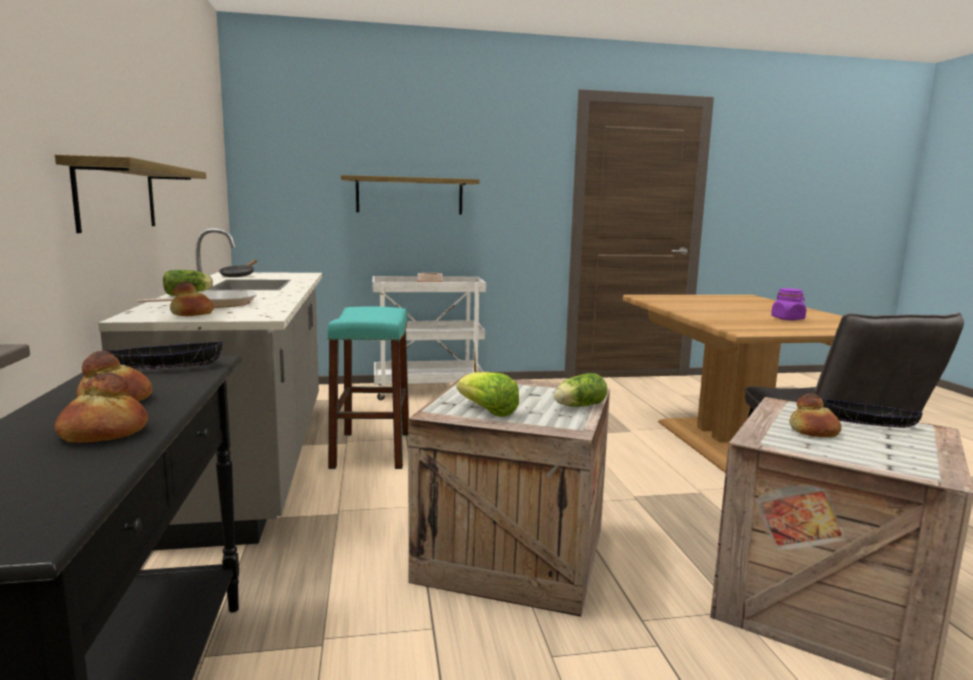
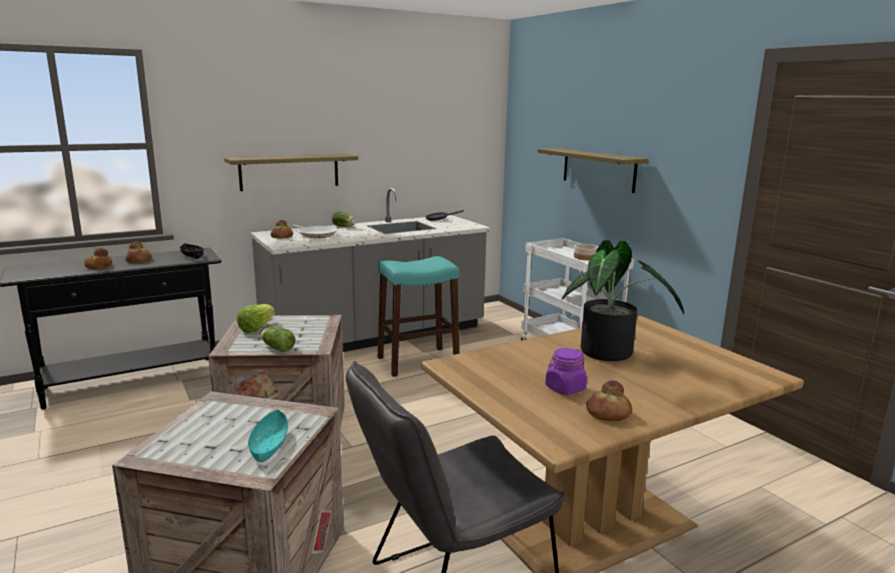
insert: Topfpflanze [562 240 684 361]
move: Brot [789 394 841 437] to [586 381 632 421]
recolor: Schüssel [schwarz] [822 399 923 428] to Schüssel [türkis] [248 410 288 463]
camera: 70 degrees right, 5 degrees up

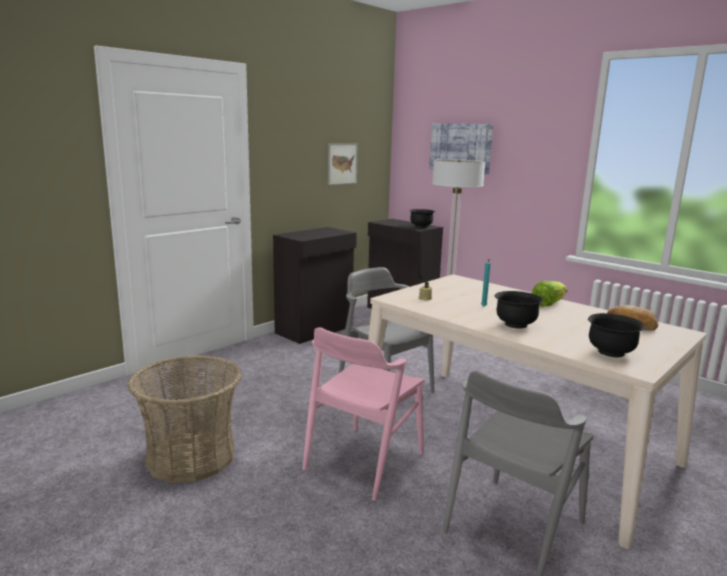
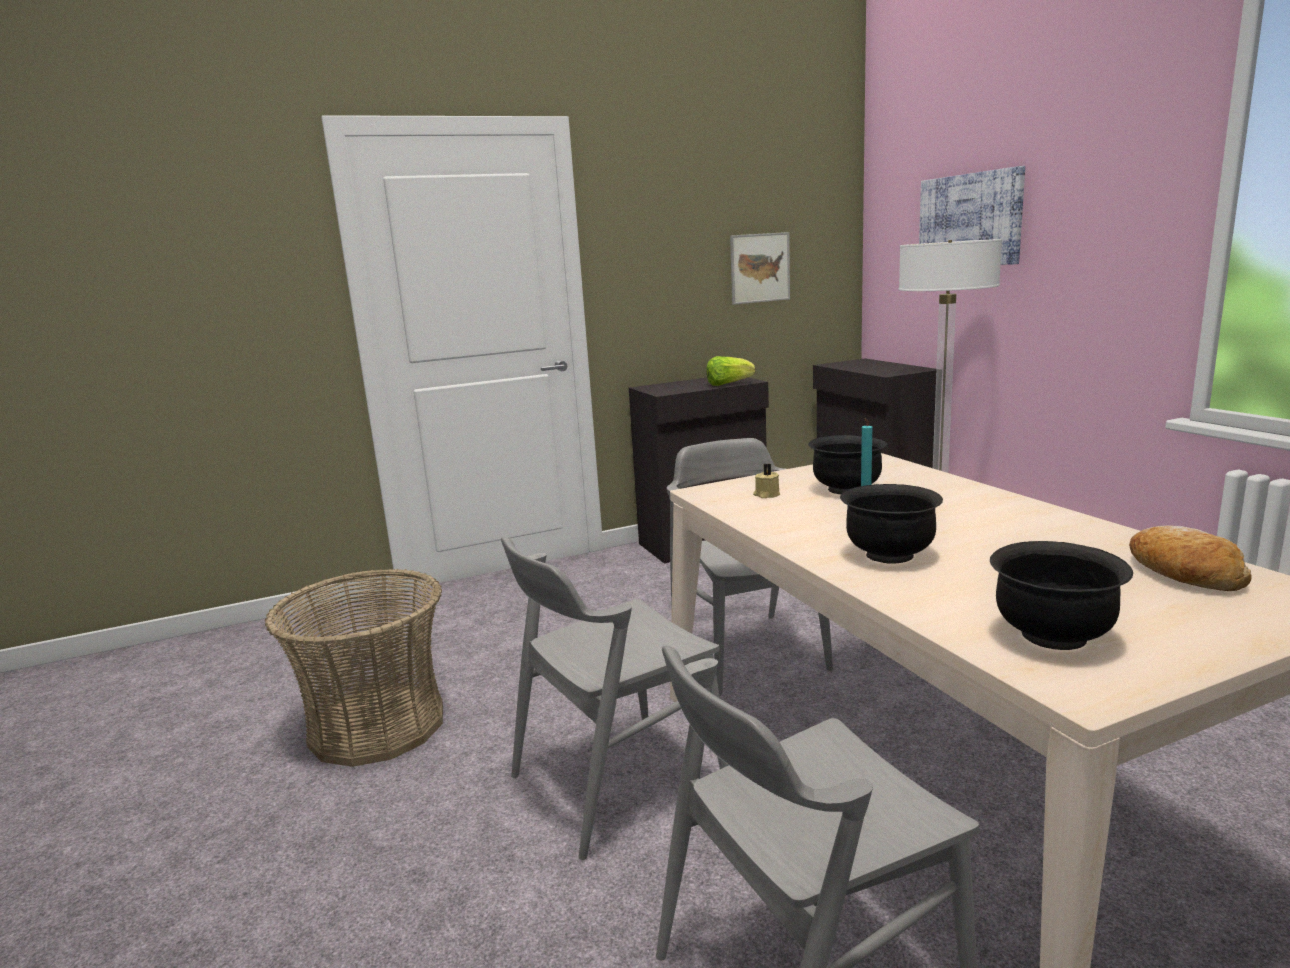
move: Schüssel [schwarz] [409 209 435 228] to [808 435 887 494]; Salatkopf [532 281 567 306] to [706 356 755 386]
recolor: Stuhl [rosa] [302 327 425 501] to Stuhl [grau] [501 536 729 860]
camera: 25 degrees right, 0 degrees up

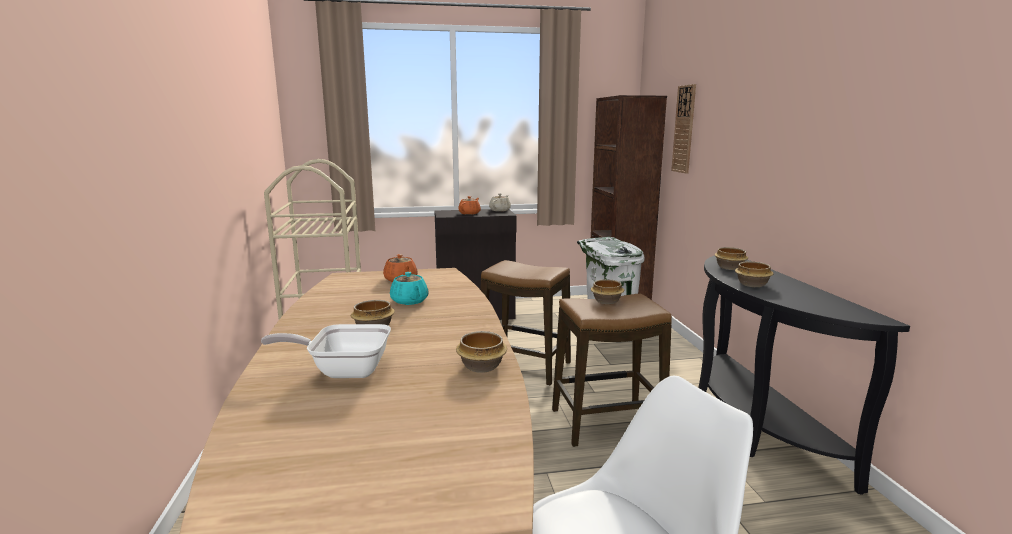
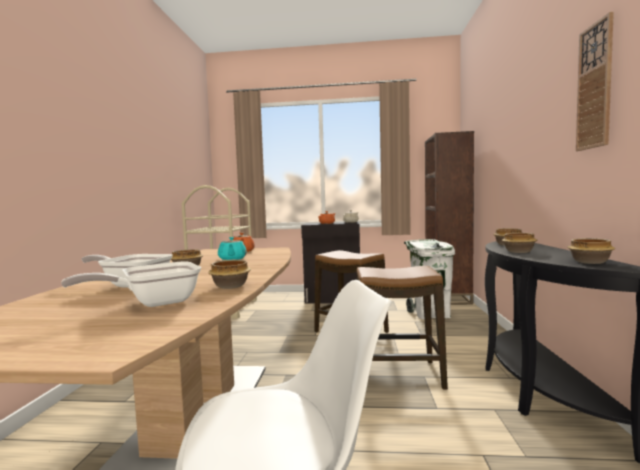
insert: Pfanne [61 262 201 307]
move: Schüssel [591 279 624 304] to [567 238 615 264]; Wanduhr [671 84 696 174] to [576 12 614 151]
camera: 15 degrees right, 10 degrees down

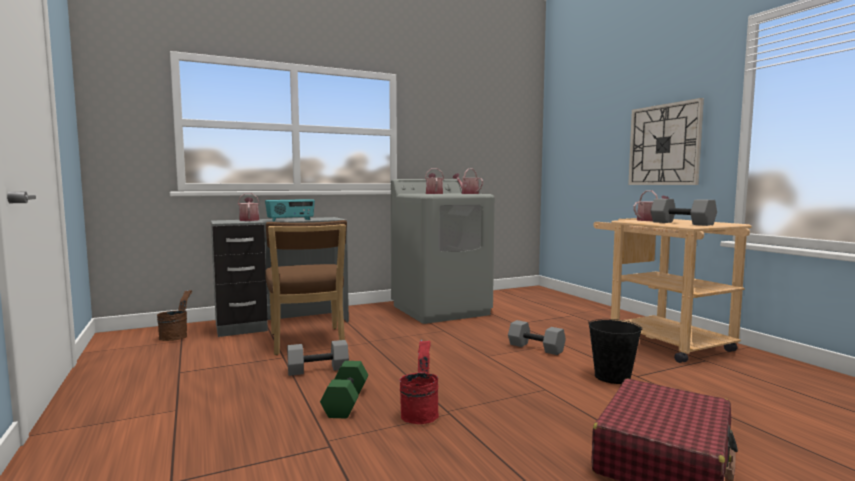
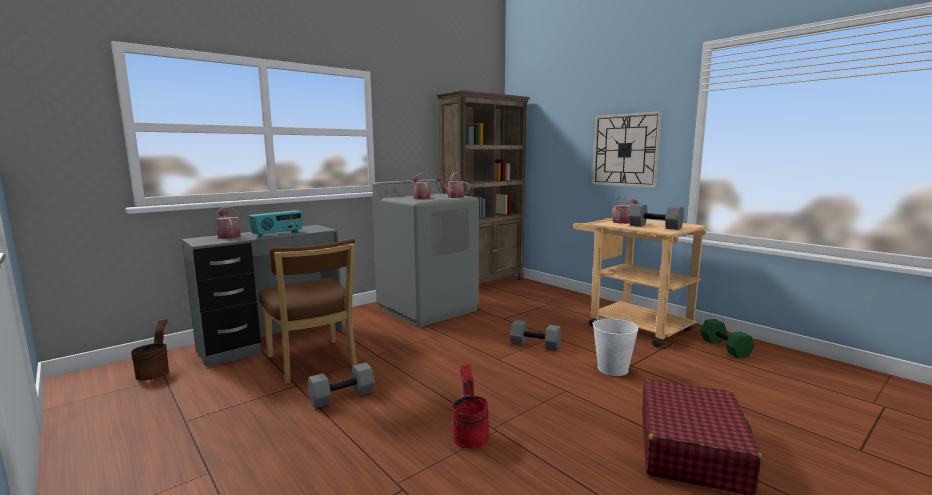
insert: Bücherregal [braun] [436 89 530 284]
move: Hantel [grün] [320 361 368 419] to [700 319 755 358]
recolor: Eimer [schwarz] [588 319 642 384] to Eimer [weiß] [592 318 639 376]
camera: 15 degrees left, 5 degrees up

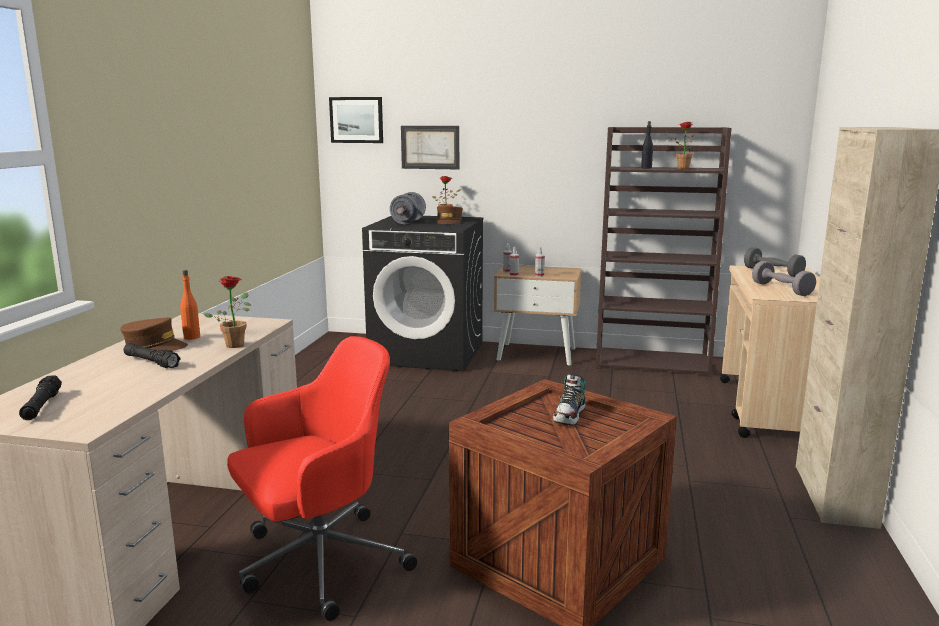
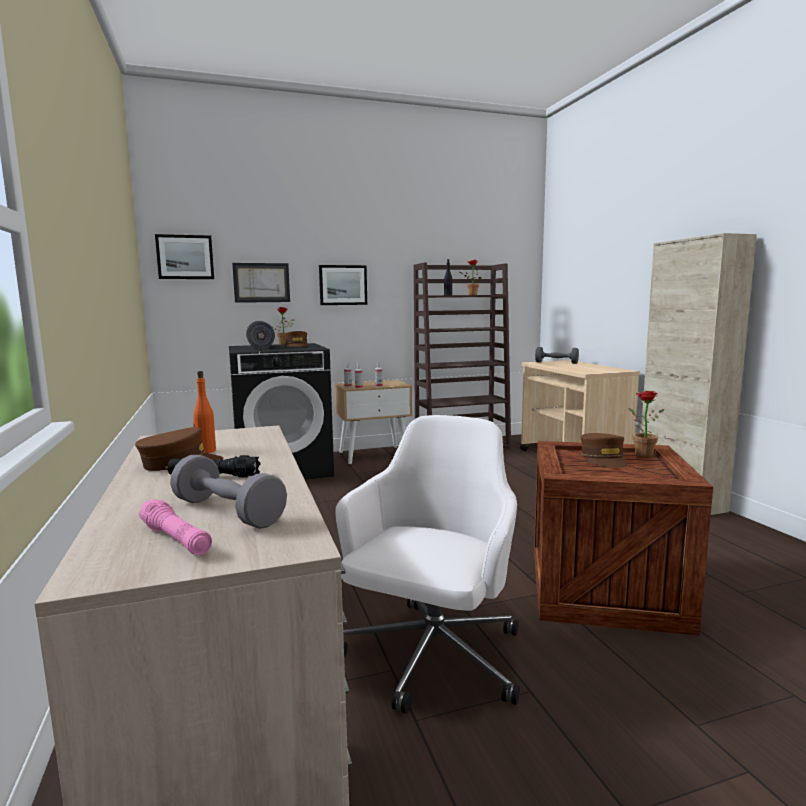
insert: Bild [319 265 367 305]
move: Topfpflanze [203 276 251 348] to [628 391 664 458]; Hantel [grau] [752 261 816 296] to [170 455 287 529]
replace: Schuh [553 374 585 426] to Kappe [braun] [581 433 627 468]
recolor: Taschenlampe [schwarz] [19 375 62 420] to Taschenlampe [rosa] [139 499 212 555]; Bürostuhl [rot] [227 336 417 621] to Bürostuhl [weiß] [335 415 520 714]
camera: 30 degrees left, 5 degrees down

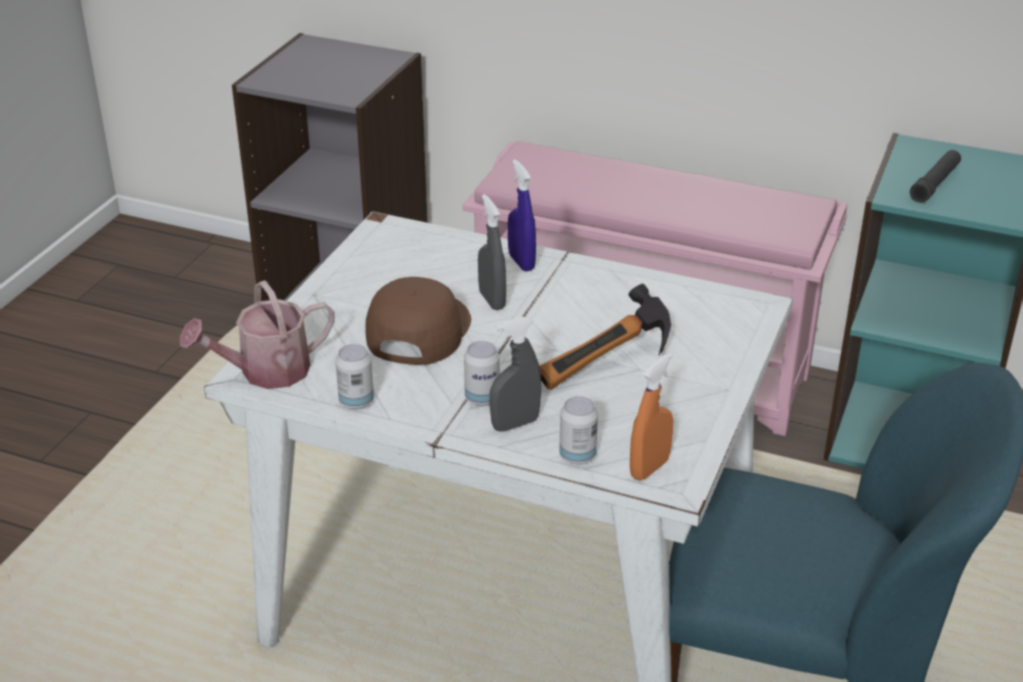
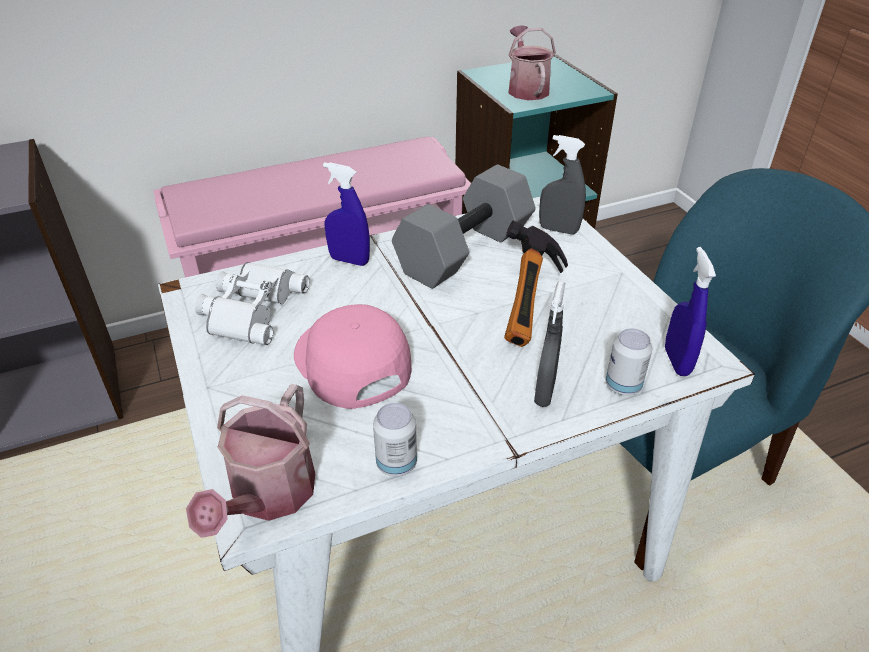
delete: Dose [464 341 500 406]
insert: Fernglas [weiß] [195 262 310 345]; Hantel [grau] [392 165 536 289]
move: Sprühflasche [grau] [478 194 506 310] to [539 135 586 235]
replace: Taschenlampe [schwarz] [910 150 961 203] to Gießkanne [508 25 556 100]
recolor: Kappe [braun] [365 277 471 365] to Kappe [rosa] [294 304 411 409]; Sprühflasche [orange] [630 352 673 481] to Sprühflasche [blau] [665 247 716 376]
camera: 45 degrees left, 5 degrees up

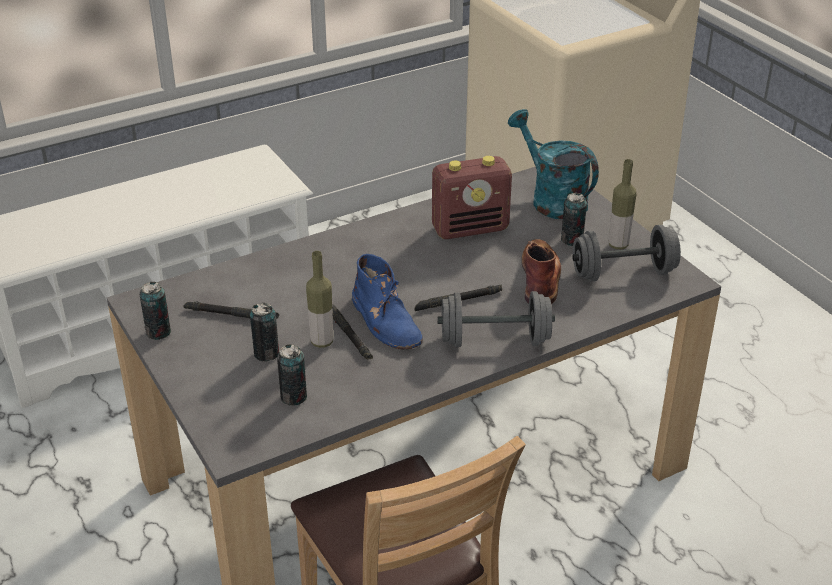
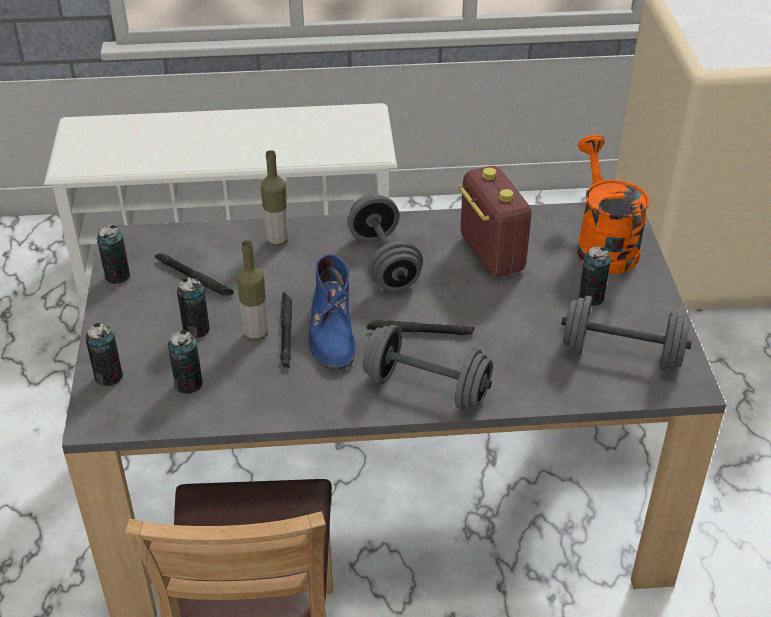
delete: Stiefel [braun] [521 239 561 304]
insert: Dose [86 323 123 386]; Hantel [grau] [347 194 423 291]
move: Flasche [609 159 636 249] to [261 150 288 246]
recolor: Gießkanne [türkis] [508 109 599 220] to Gießkanne [orange] [577 135 649 274]
rotate: Radio [432 156 512 239] = [458 166 532 277] 120 degrees counterclockwise
camera: 25 degrees right, 5 degrees up

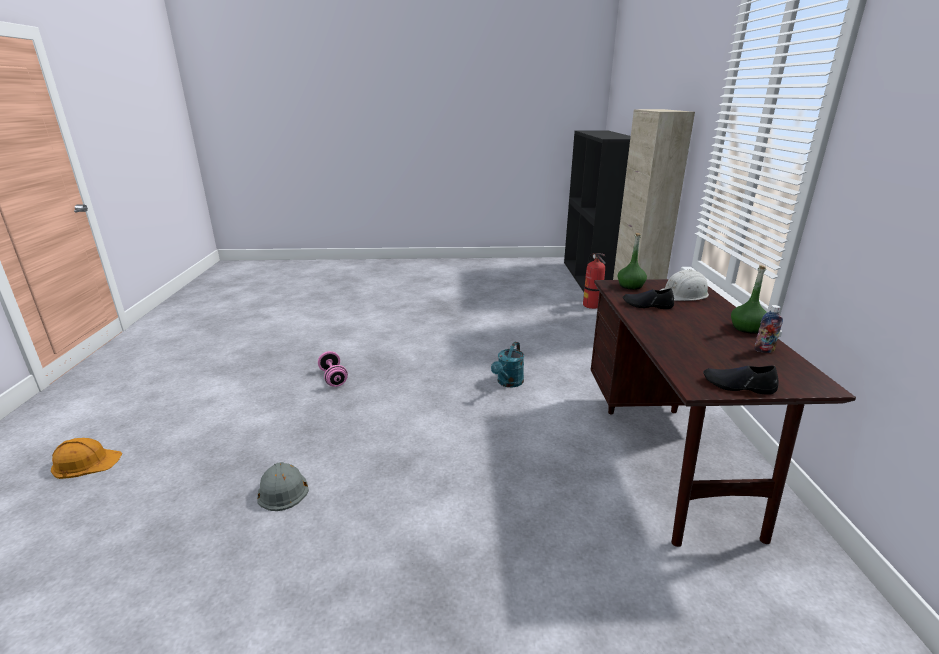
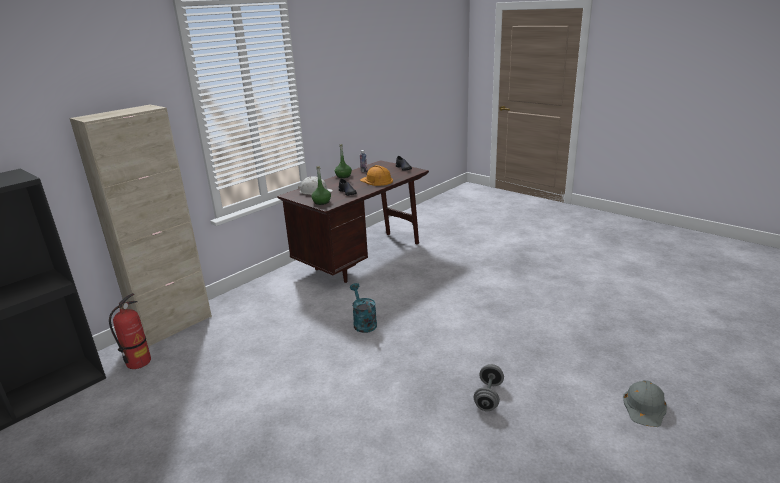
move: Schutzhelm [orange] [51 438 122 479] to [360 165 393 186]; Schutzhelm [grau] [257 462 309 511] to [623 380 667 427]
recolor: Hantel [rosa] [318 351 348 387] to Hantel [grau] [474 364 504 411]
rotate: Gießkanne [türkis] [491 342 524 387] = [350 283 377 333] 90 degrees counterclockwise
camera: 135 degrees left, 0 degrees up

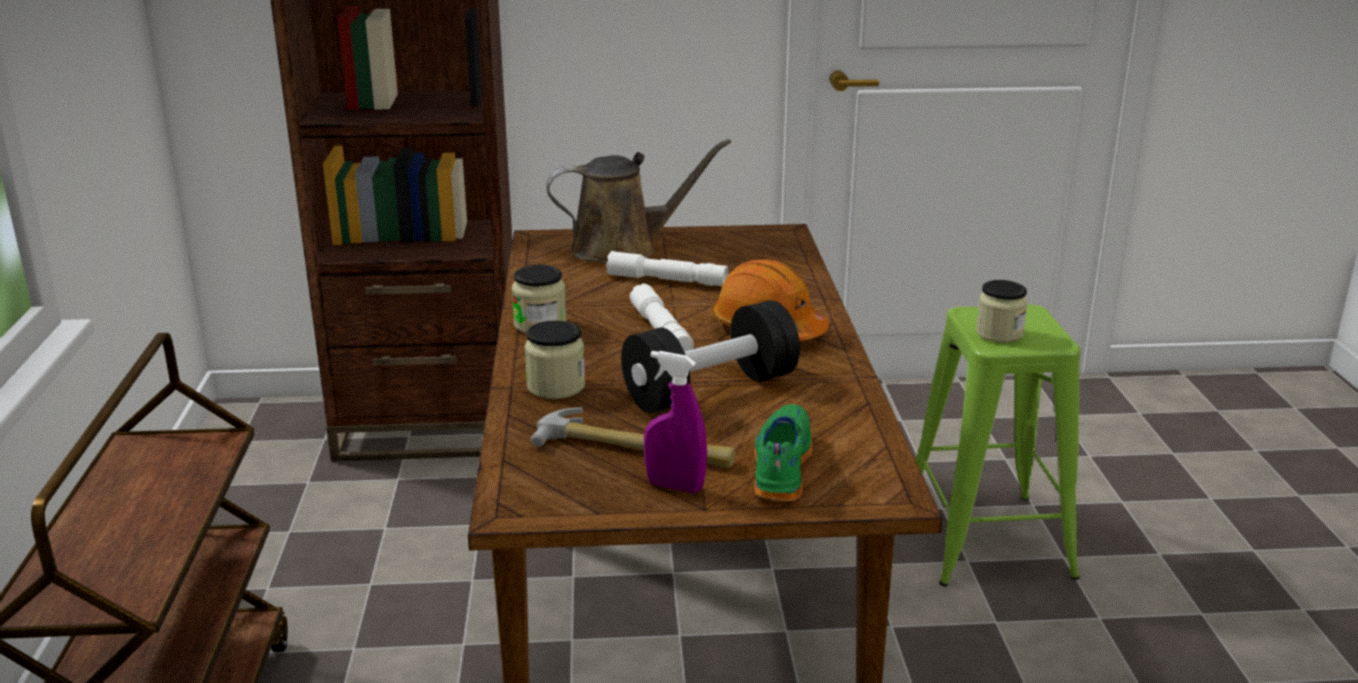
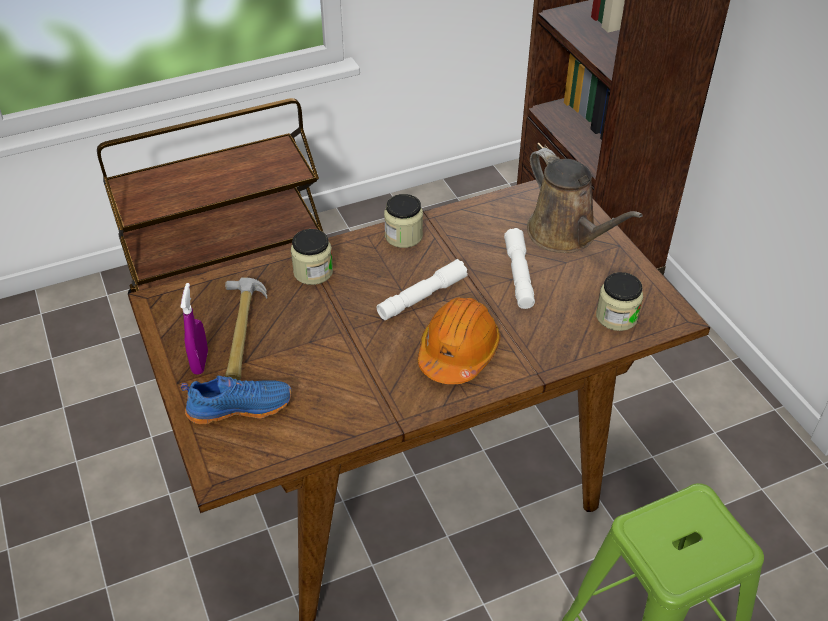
delete: Hantel [schwarz] [621 300 800 413]
move: Vorratsglas [976 280 1028 343] to [596 272 643 331]
recolor: Schuh [grün] [754 404 812 502] to Schuh [blau] [181 375 292 424]
camera: 70 degrees right, 20 degrees up

